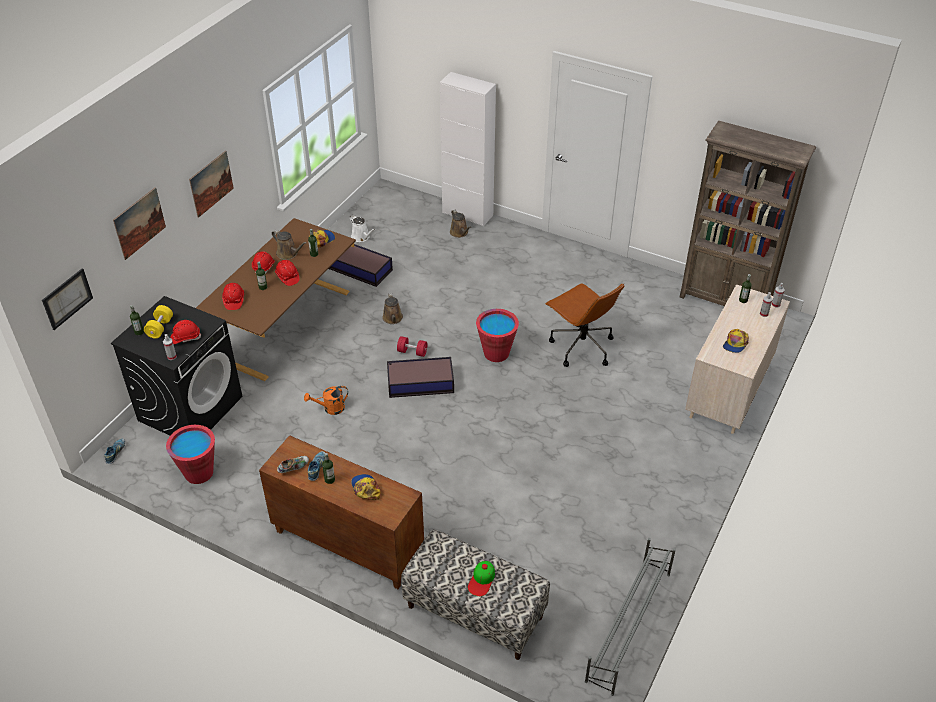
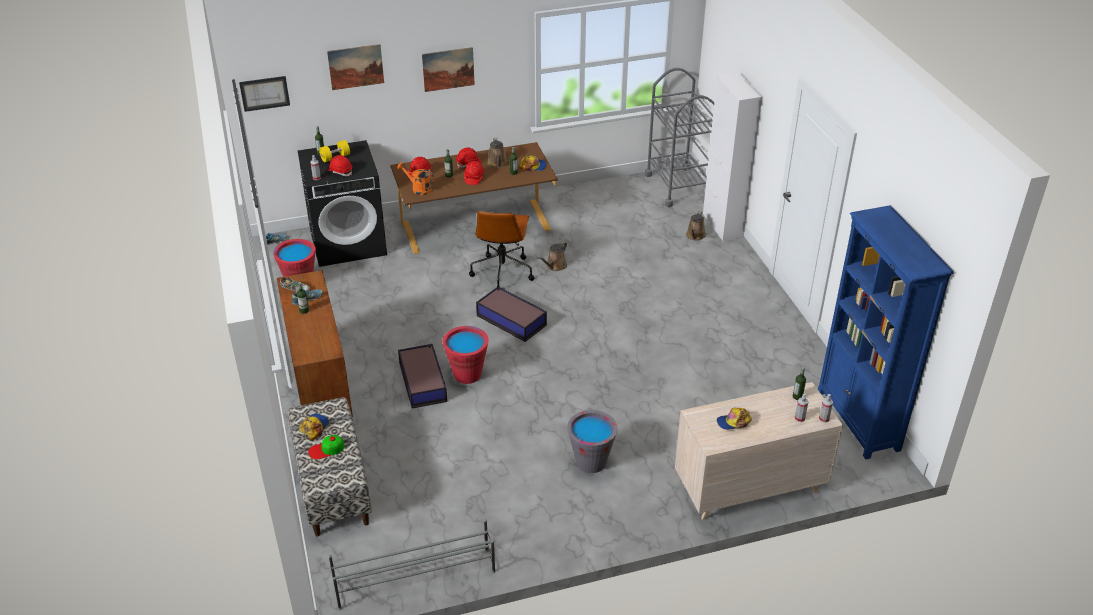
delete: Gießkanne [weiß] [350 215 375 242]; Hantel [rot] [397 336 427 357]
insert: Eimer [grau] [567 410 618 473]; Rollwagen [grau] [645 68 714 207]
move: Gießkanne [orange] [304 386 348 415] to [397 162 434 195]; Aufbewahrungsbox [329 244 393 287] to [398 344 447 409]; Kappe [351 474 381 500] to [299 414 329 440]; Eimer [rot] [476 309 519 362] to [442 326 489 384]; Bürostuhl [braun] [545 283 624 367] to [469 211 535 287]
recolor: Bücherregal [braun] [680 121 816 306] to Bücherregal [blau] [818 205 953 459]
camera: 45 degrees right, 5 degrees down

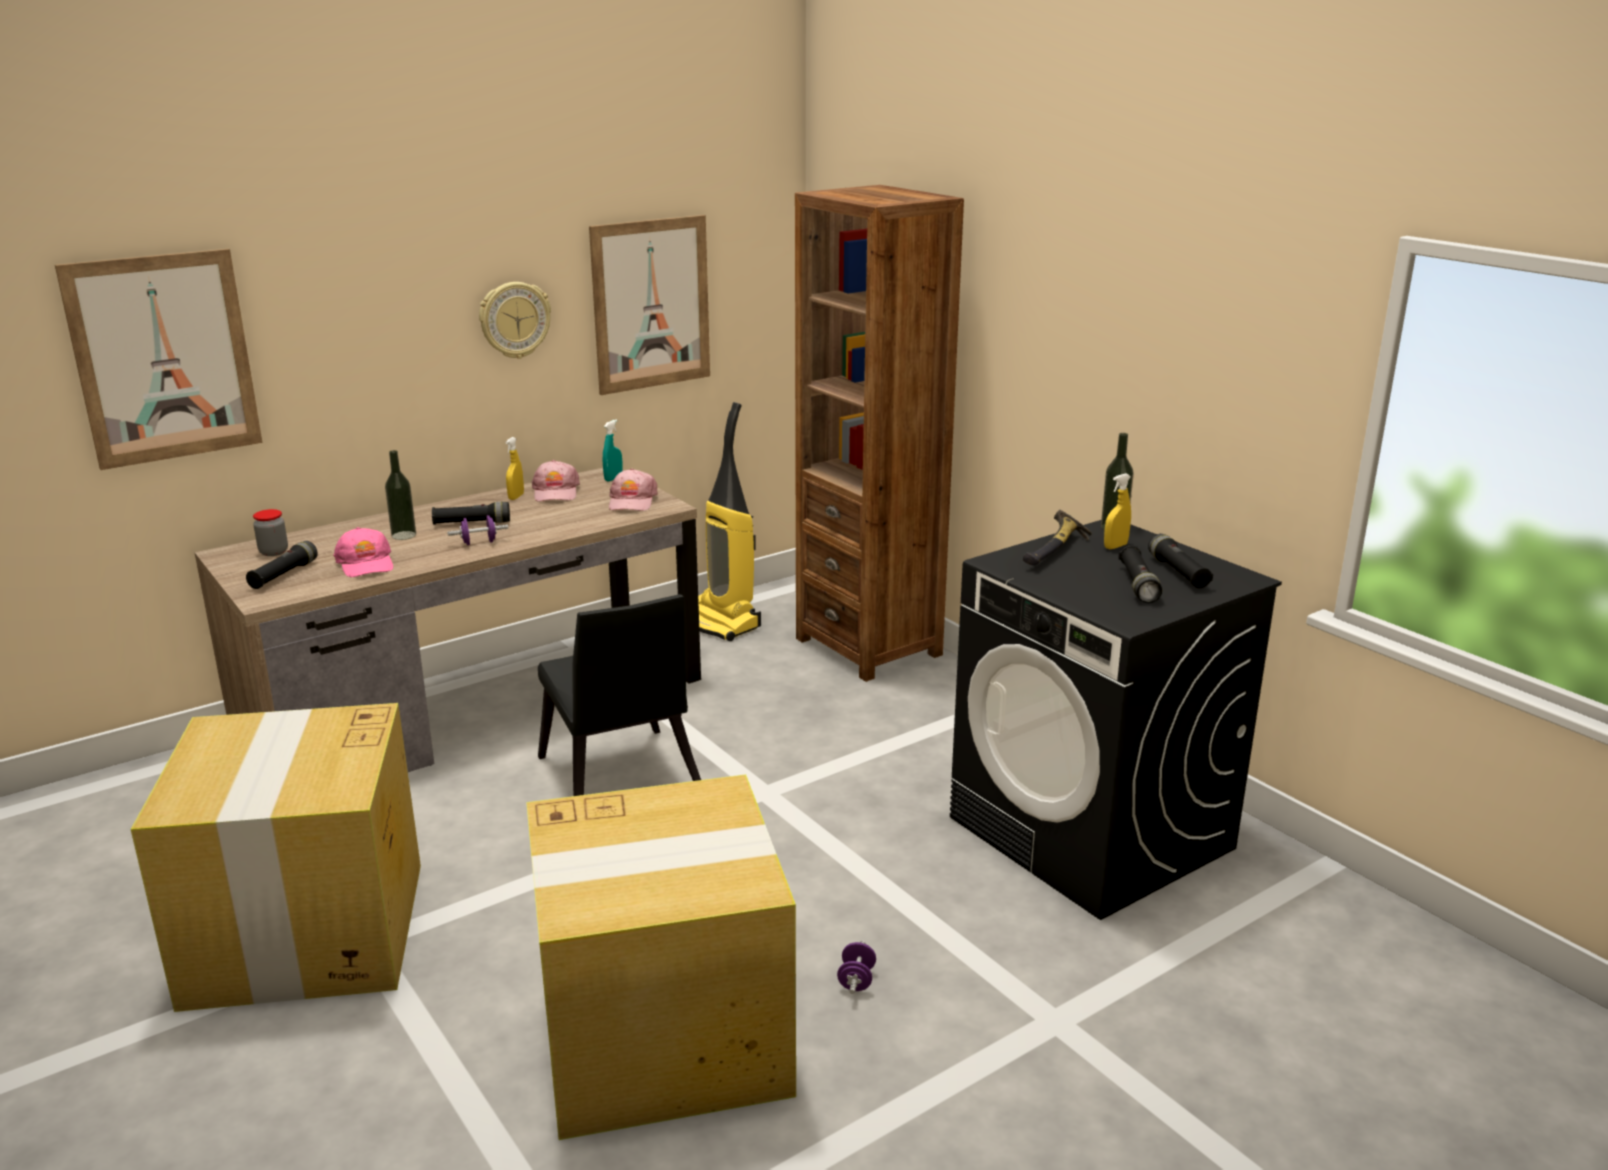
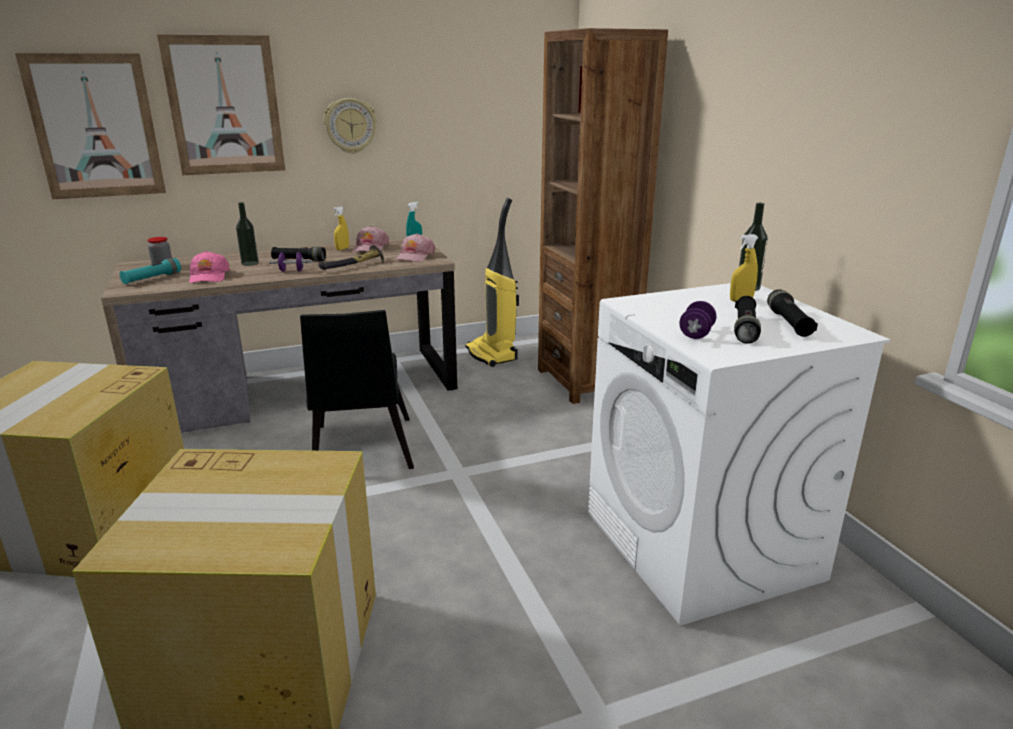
move: Bild [589 215 710 395] to [157 34 285 175]; Hantel [lila] [837 941 876 994] to [680 301 716 339]; Hammer [1023 510 1092 565] to [319 245 384 270]
recolor: Taschenlampe [schwarz] [246 541 318 589] to Taschenlampe [türkis] [120 258 181 284]; Waschmaschine [schwarz] [950 520 1282 920] to Waschmaschine [weiß] [588 283 890 625]
camera: 15 degrees right, 0 degrees up

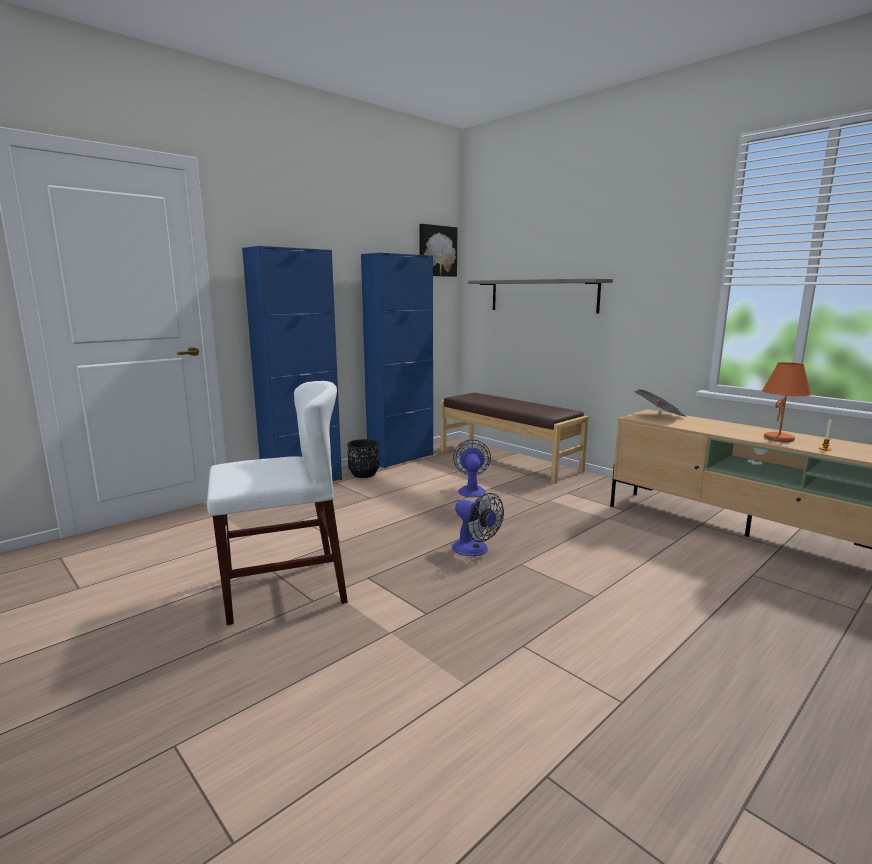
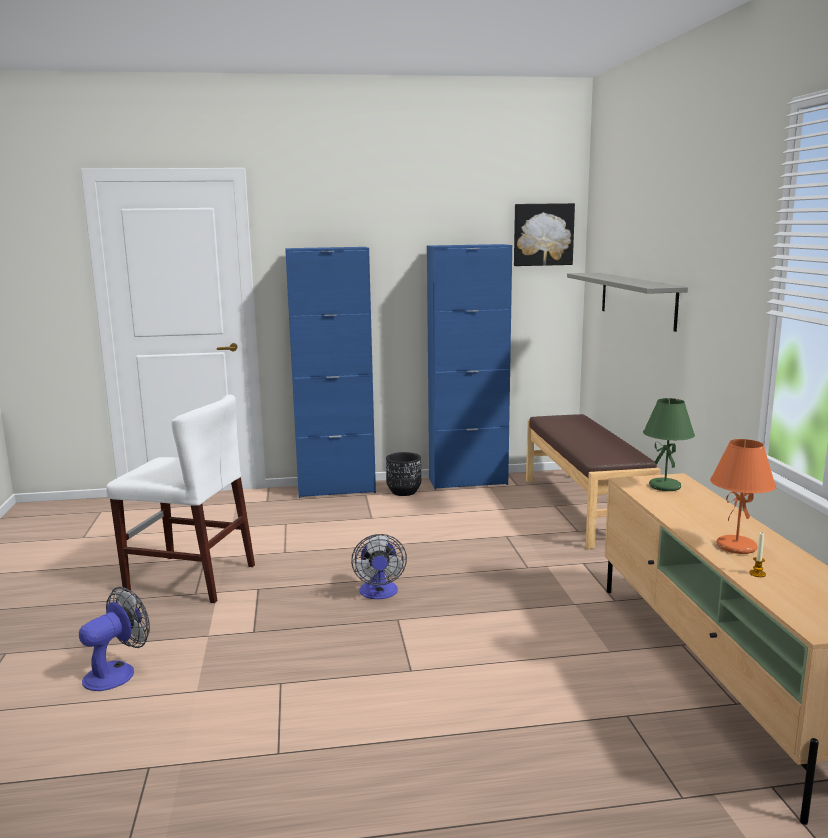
move: Ventilator [453 440 491 497] to [79 587 150 691]
replace: Zeitung [634 389 687 417] to Tischlampe [grün] [643 398 695 491]
camera: 35 degrees right, 0 degrees up

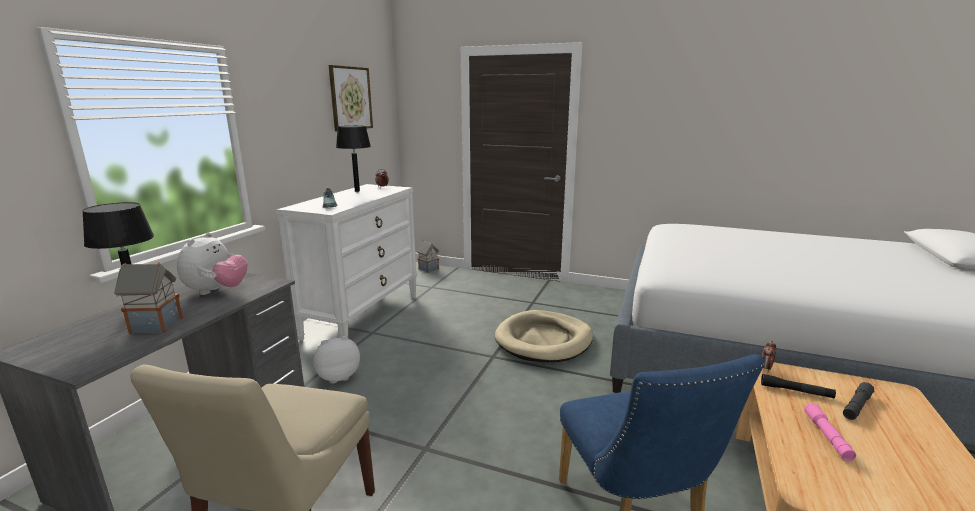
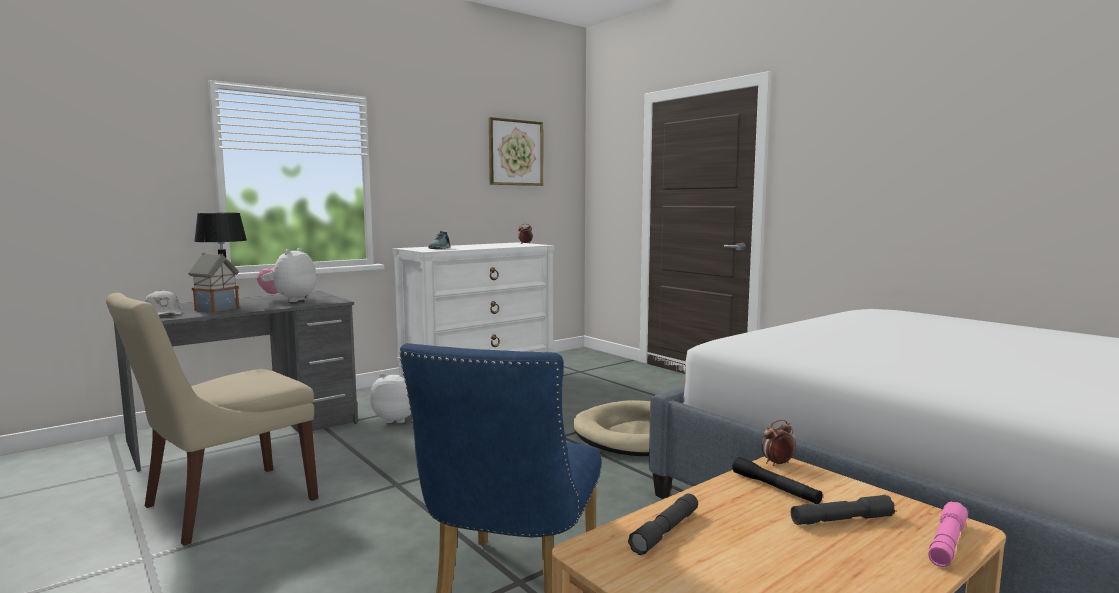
delete: Tischlampe [schwarz] [336 126 371 192]; Spielzeughaus [416 240 439 273]
insert: Kappe [weiß] [144 290 181 315]; Taschenlampe [grau] [628 493 698 555]
move: Taschenlampe [rosa] [804 403 856 461] to [928 502 968 567]
rotate: Plüschtier [177 233 248 295] = [257 248 317 302] 150 degrees clockwise
camera: 30 degrees right, 10 degrees down

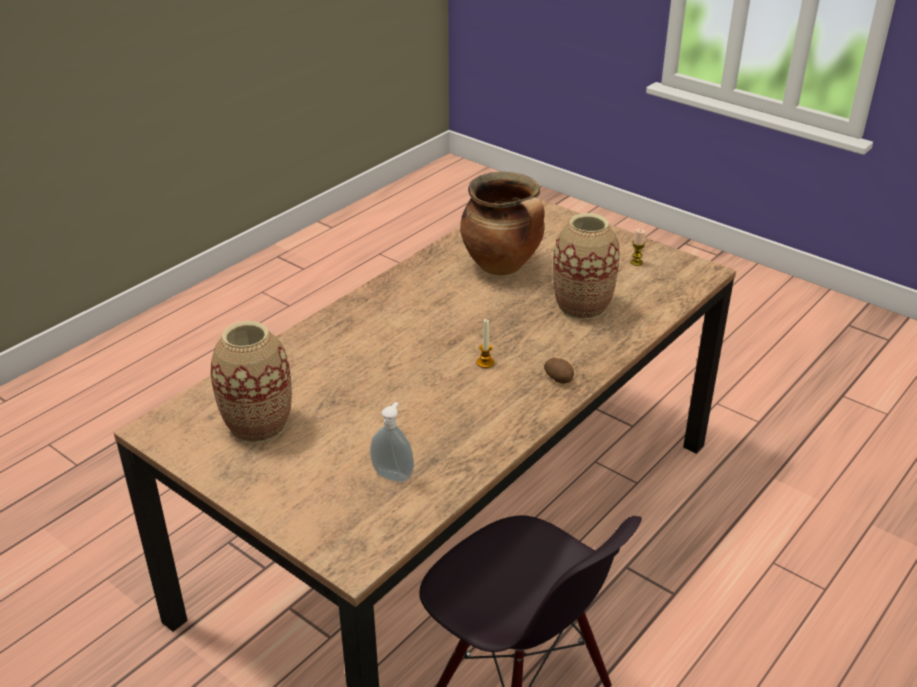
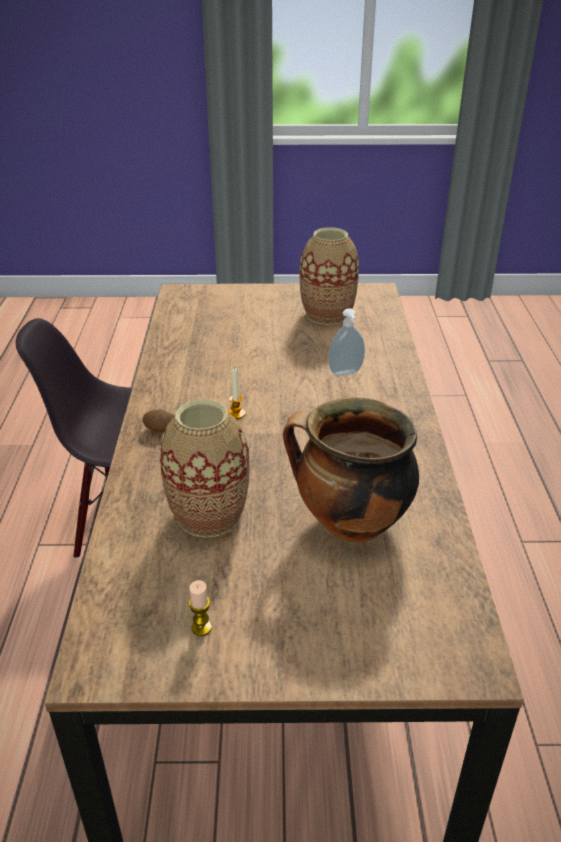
move: Seifenspender [370 402 414 482] to [328 308 365 376]
camera: 140 degrees right, 0 degrees up

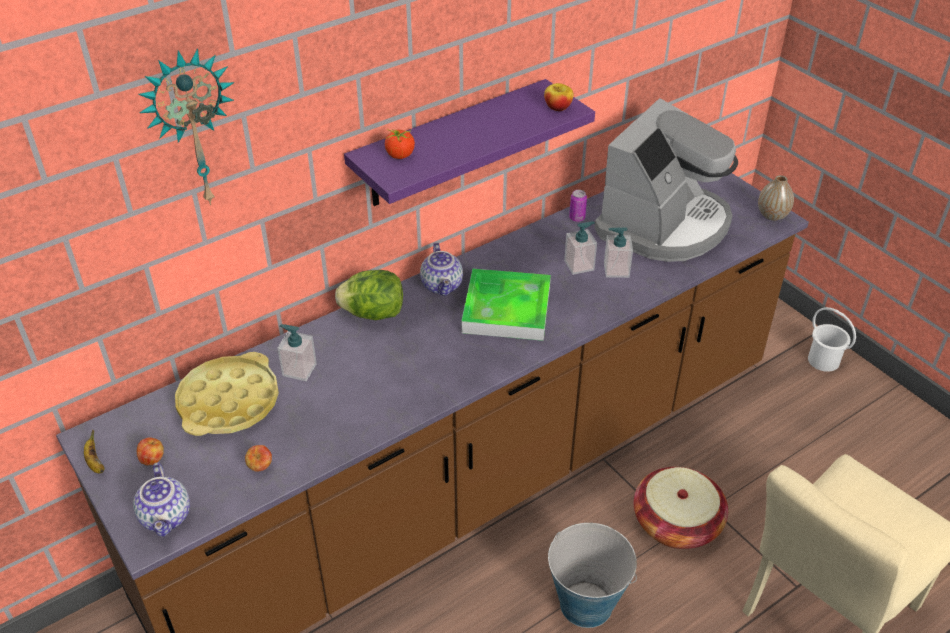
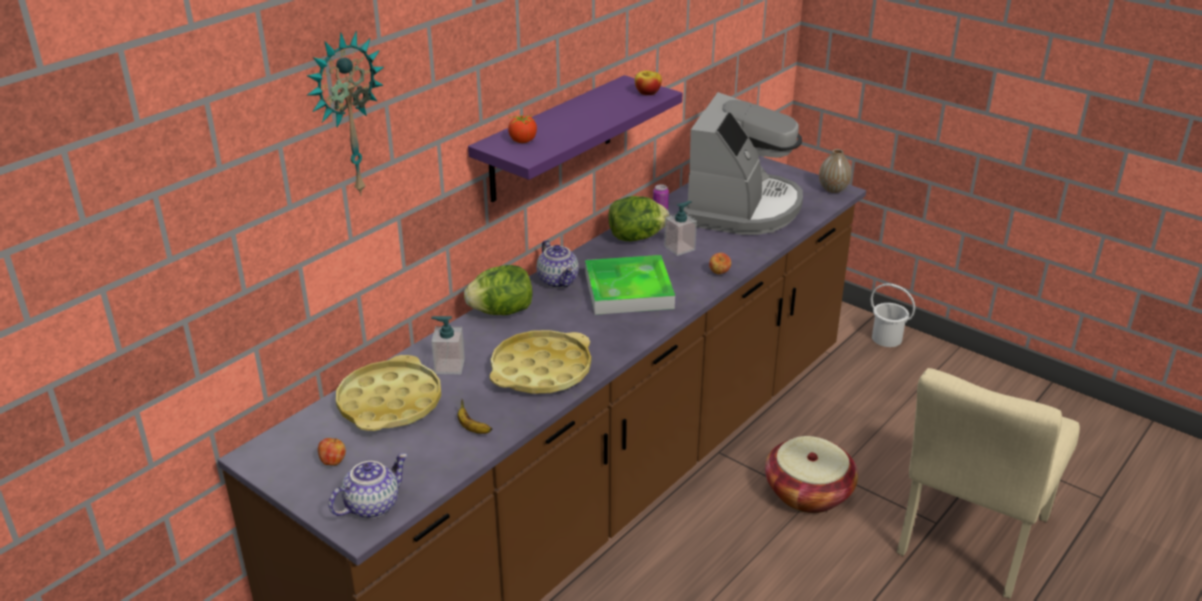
delete: Eimer [548 523 637 628]; Seifenspender [604 227 633 278]
insert: Tablett [gelb] [489 330 591 394]; Salatkopf [608 196 669 241]
move: Banane [84 430 105 473] to [457 399 492 434]; Apfel [245 445 272 472] to [709 253 731 274]
rotate: Teekanne [133 462 190 537] = [328 453 408 519] 105 degrees counterclockwise
camera: 15 degrees left, 10 degrees down

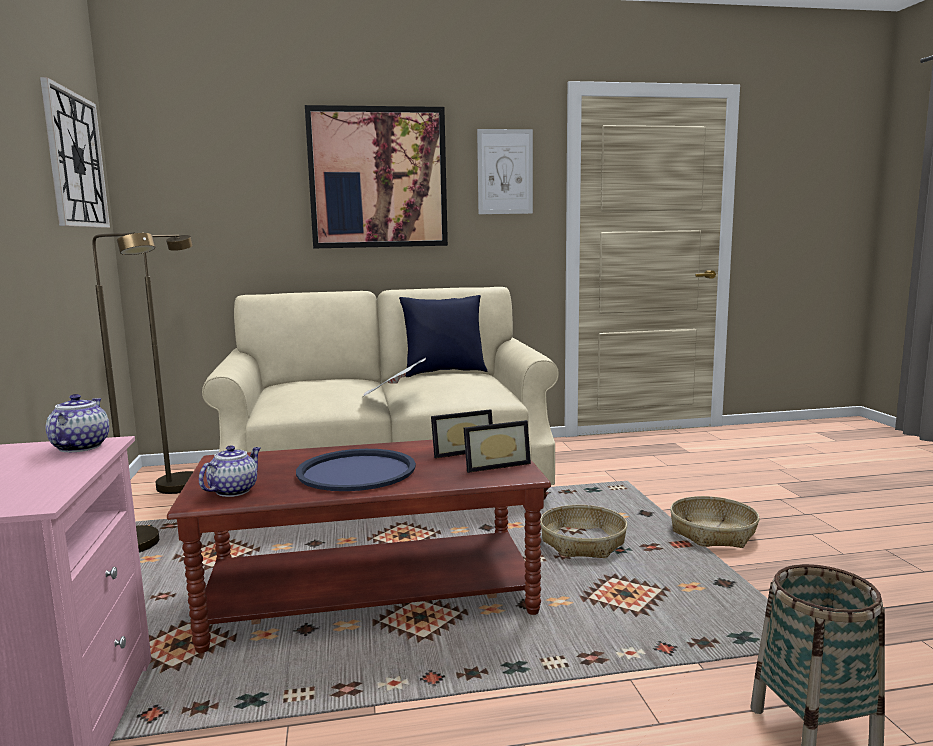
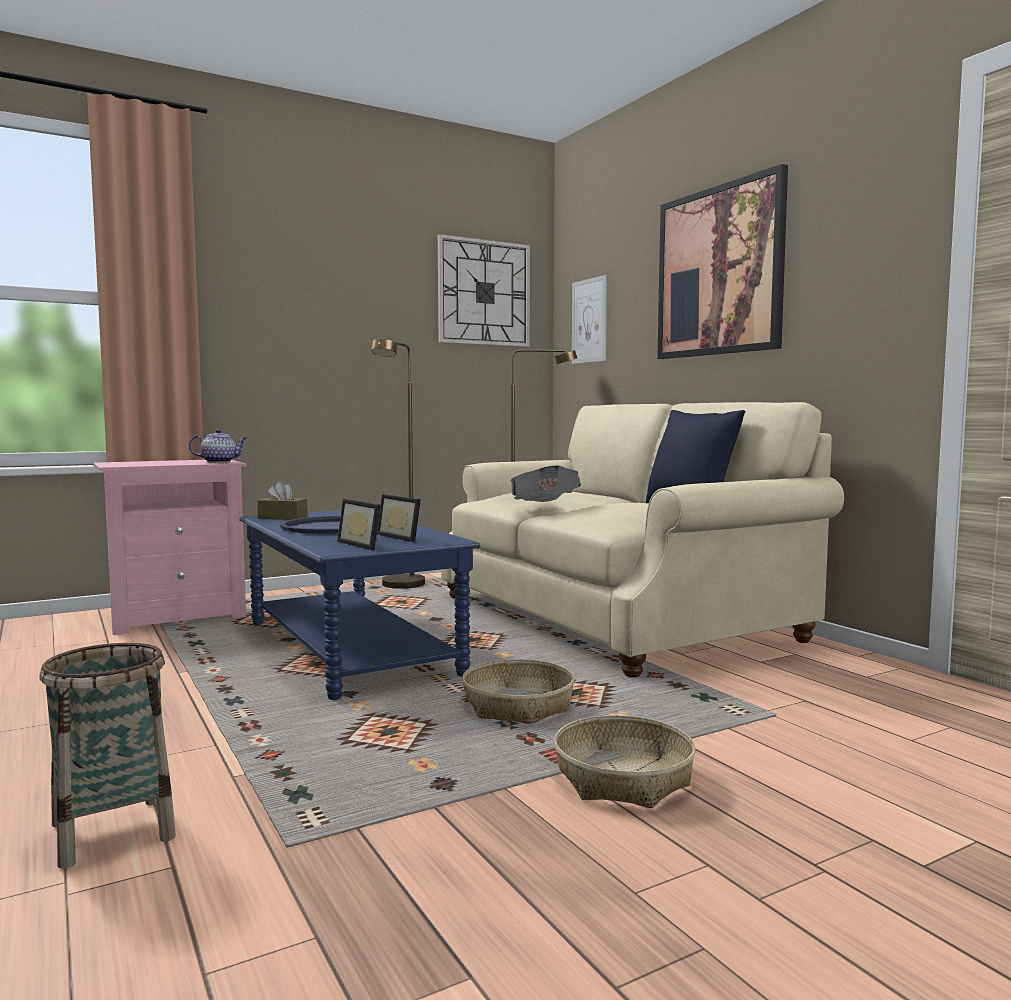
move: Bild [477 129 533 214] to [572 275 607 364]
replace: Teekanne [199 445 261 497] to Taschentuchbox [braun] [257 481 308 520]
recolor: Couchtisch [braun] [167 440 551 653] to Couchtisch [blau] [239 510 480 700]
camera: 70 degrees right, 5 degrees down

